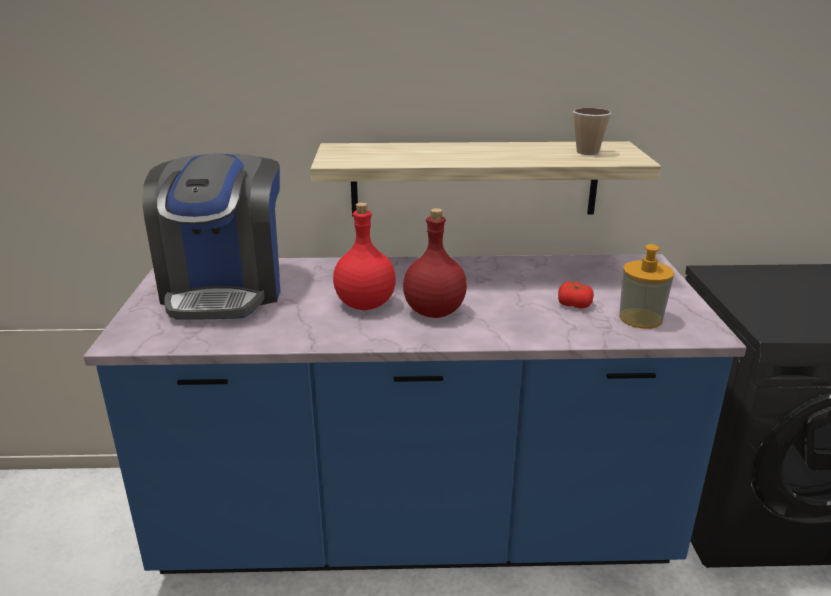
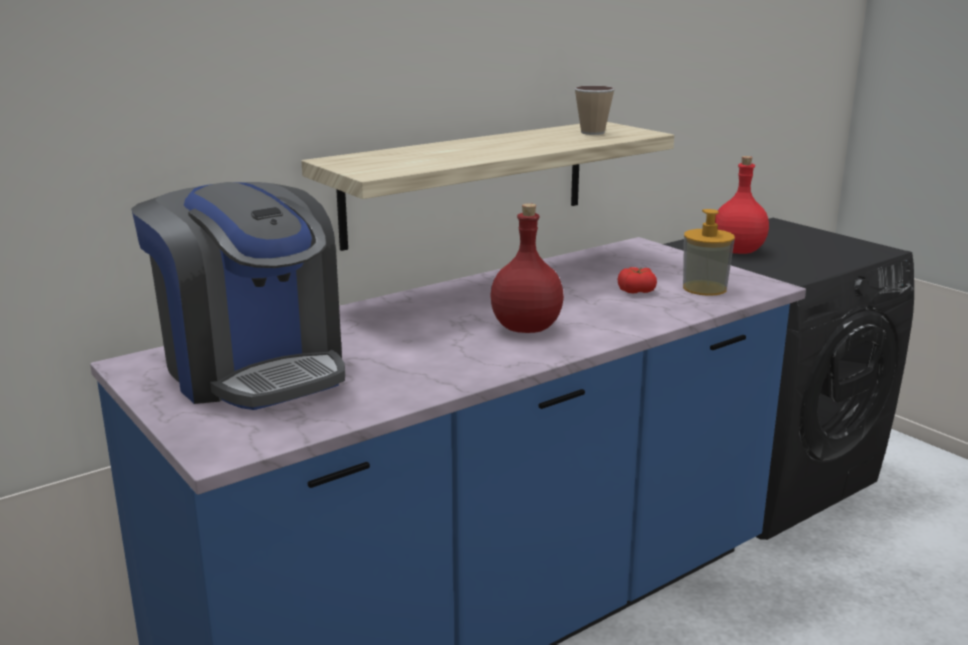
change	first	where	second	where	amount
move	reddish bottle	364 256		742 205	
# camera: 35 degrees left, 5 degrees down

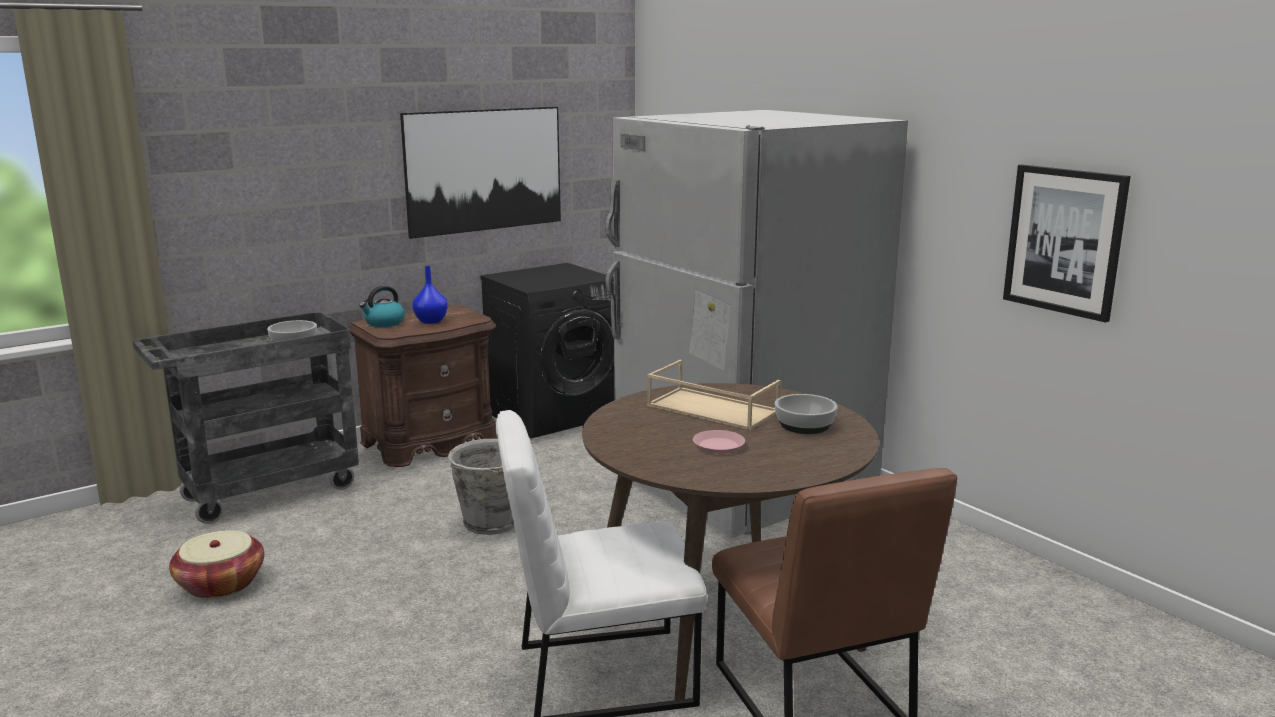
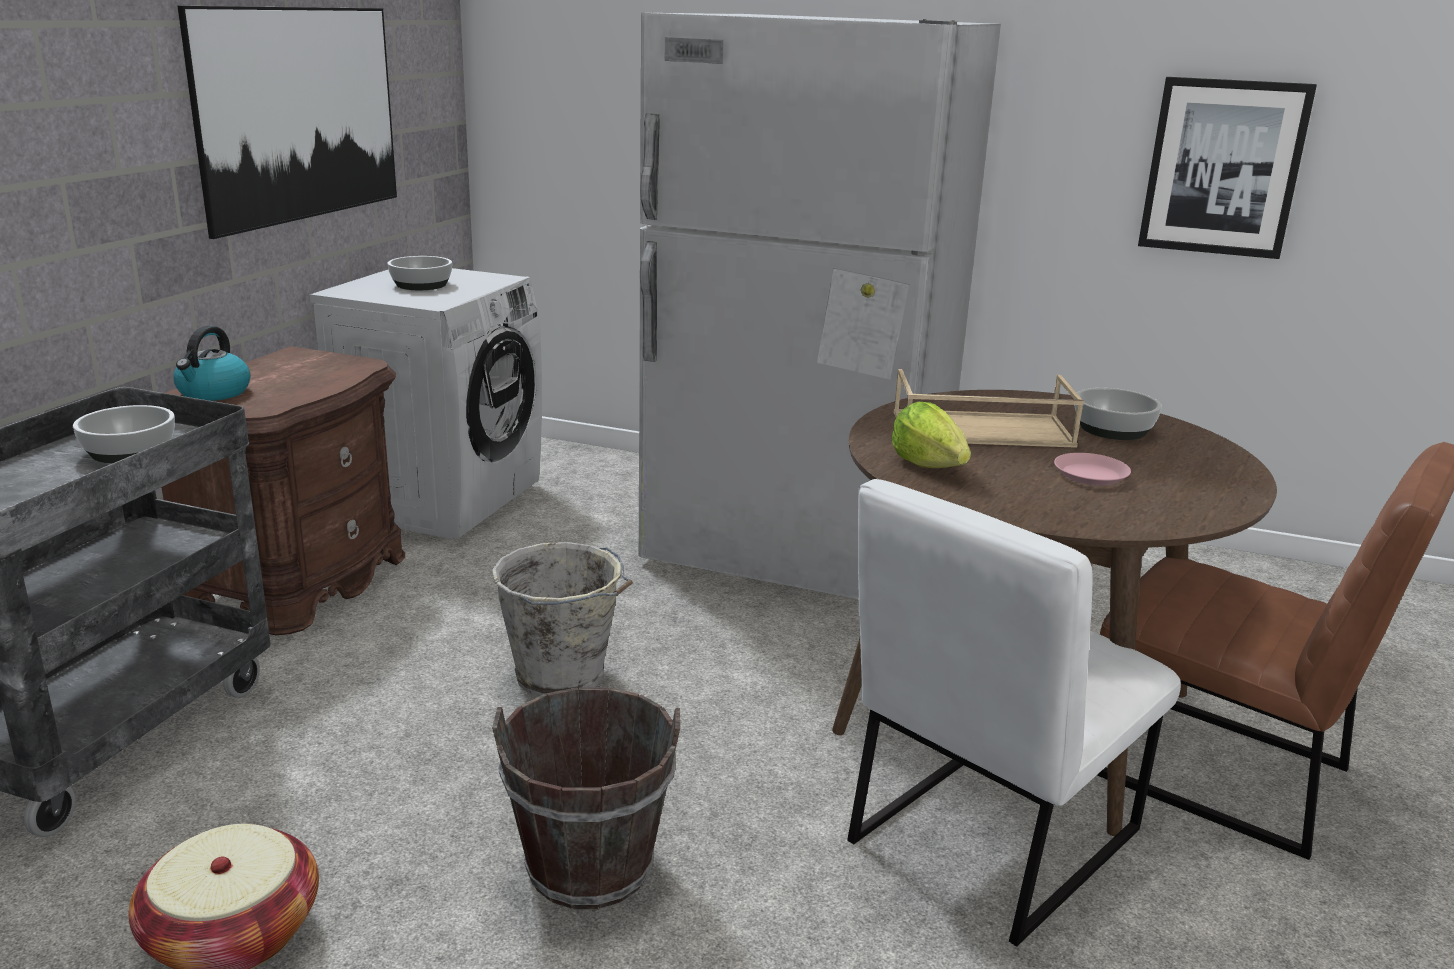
change	first	where	second	where	amount
delete	blue vase	430 295			
insert			bowl	419 273	
insert			brown bucket	586 798	
insert			lettuce head	931 435	
recolor	black laundry appliance	547 351	whitish laundry appliance	426 403	
# camera: 35 degrees left, 5 degrees up

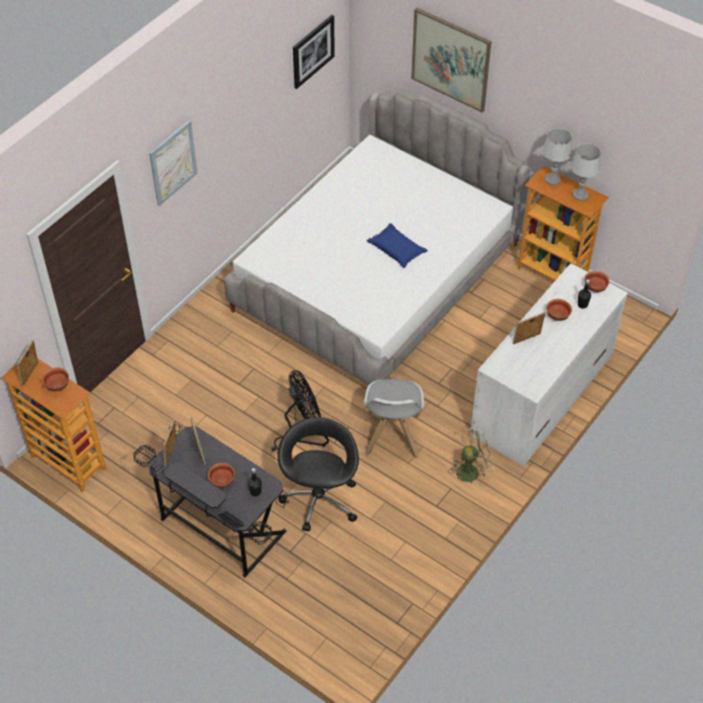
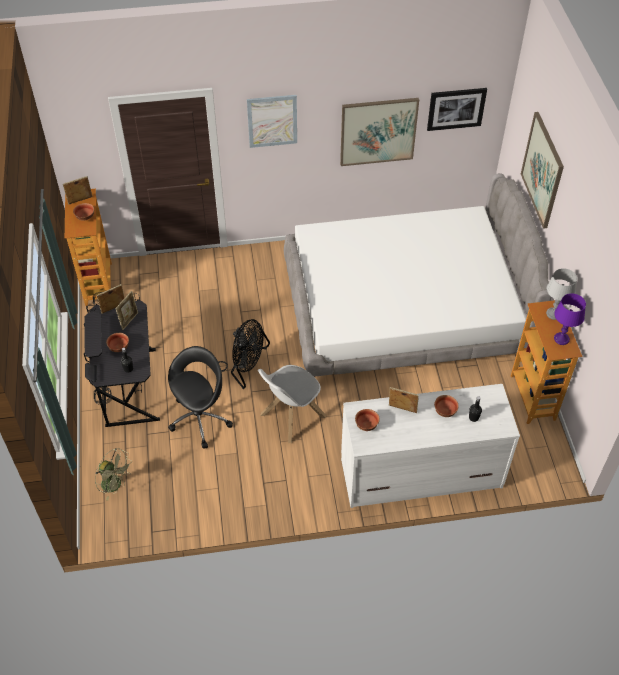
change	first	where	second	where	amount
delete	blue cushion	397 245			
insert			wall art	379 132	
move	green-coloured fan	471 456		113 474	
move	bowl	597 281		367 420	
recolor	gray lamp for a table	586 172	purple-coloured lamp for a table	570 319	
# camera: 45 degrees right, 0 degrees up

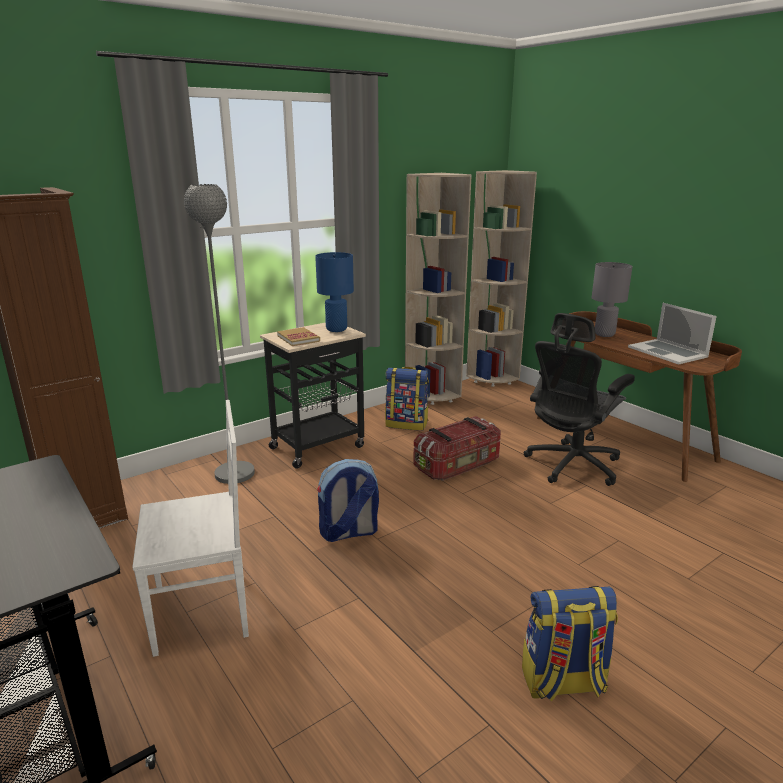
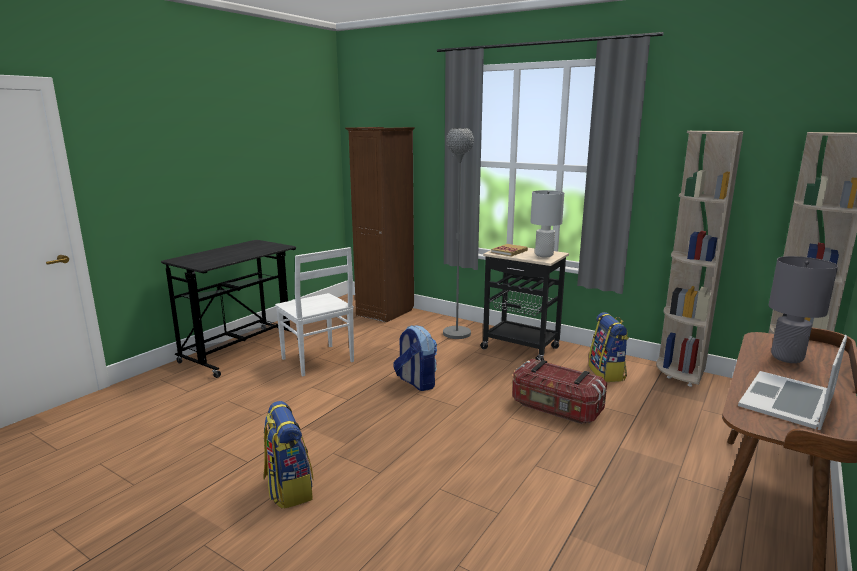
change	first	where	second	where	amount
delete	computer chair	579 399			
recolor	blue lamp for a table	334 292	gray lamp for a table	547 224	
# camera: 70 degrees right, 5 degrees down

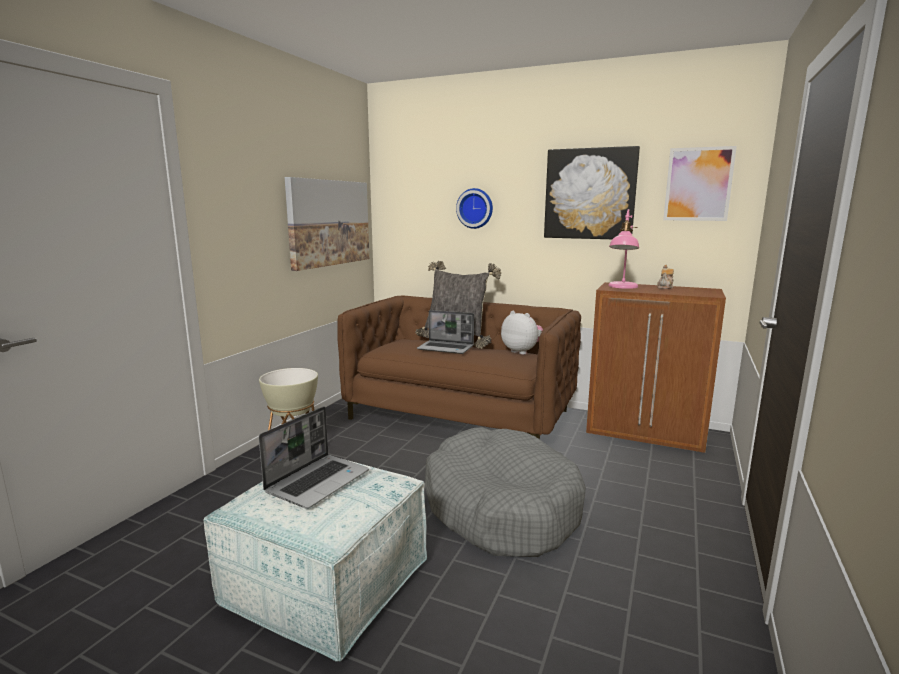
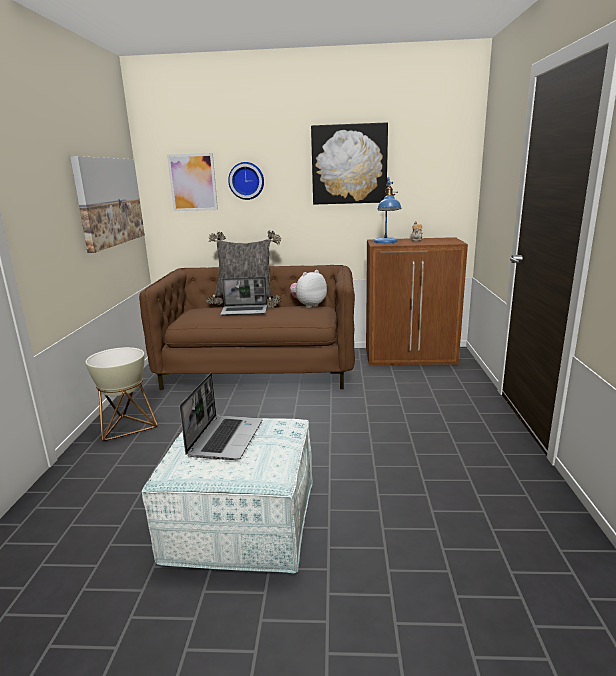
change	first	where	second	where	amount
delete	gray dog bed	505 492			
move	wall art	700 183		192 182	
recolor	pink lamp for a table	623 249	blue lamp for a table	387 210	
rotate	plush toy	522 333		308 289	60 degrees counterclockwise
# camera: 20 degrees left, 5 degrees up

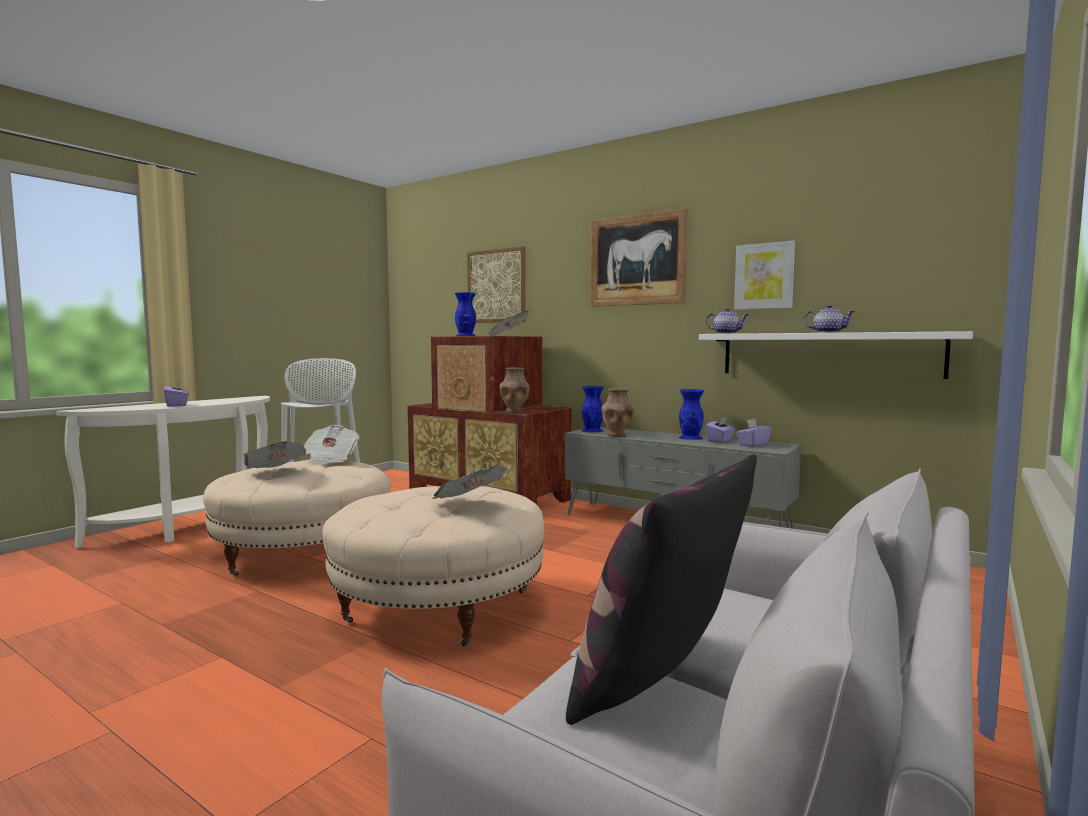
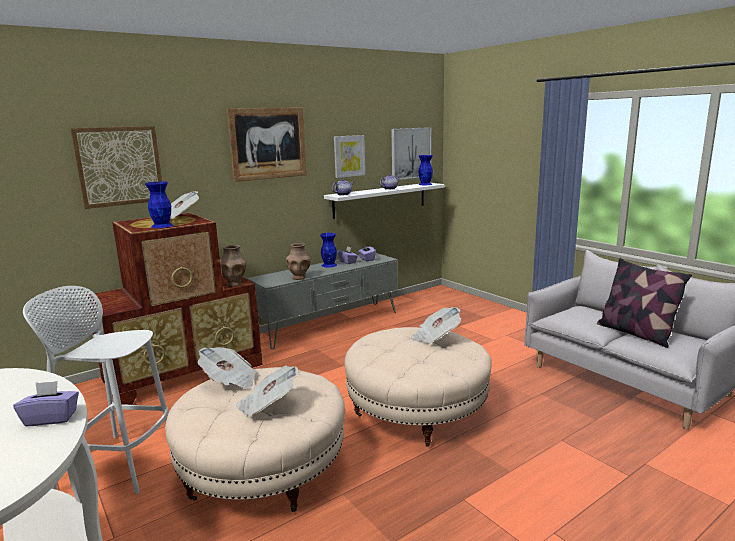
change	first	where	second	where	amount
insert			wall art	411 153	
move	blue vase	593 409		425 170	
# camera: 70 degrees left, 10 degrees up

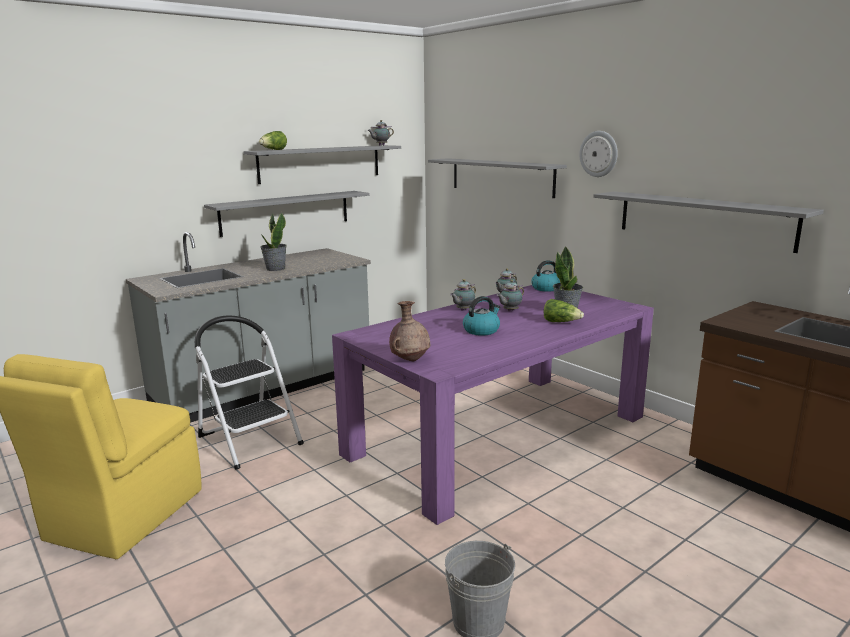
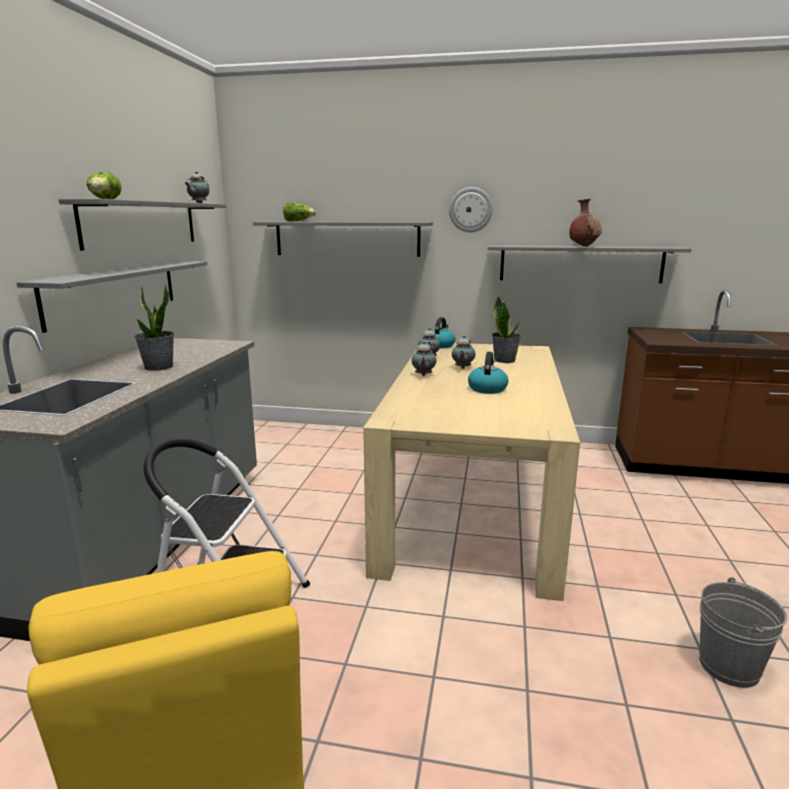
change	first	where	second	where	amount
move	brown vase	409 331		585 223	
move	lettuce head	564 310		299 212	
recolor	purple-coloured dining table	493 405	sand-coloured dining table	471 472	
# camera: 40 degrees left, 0 degrees up

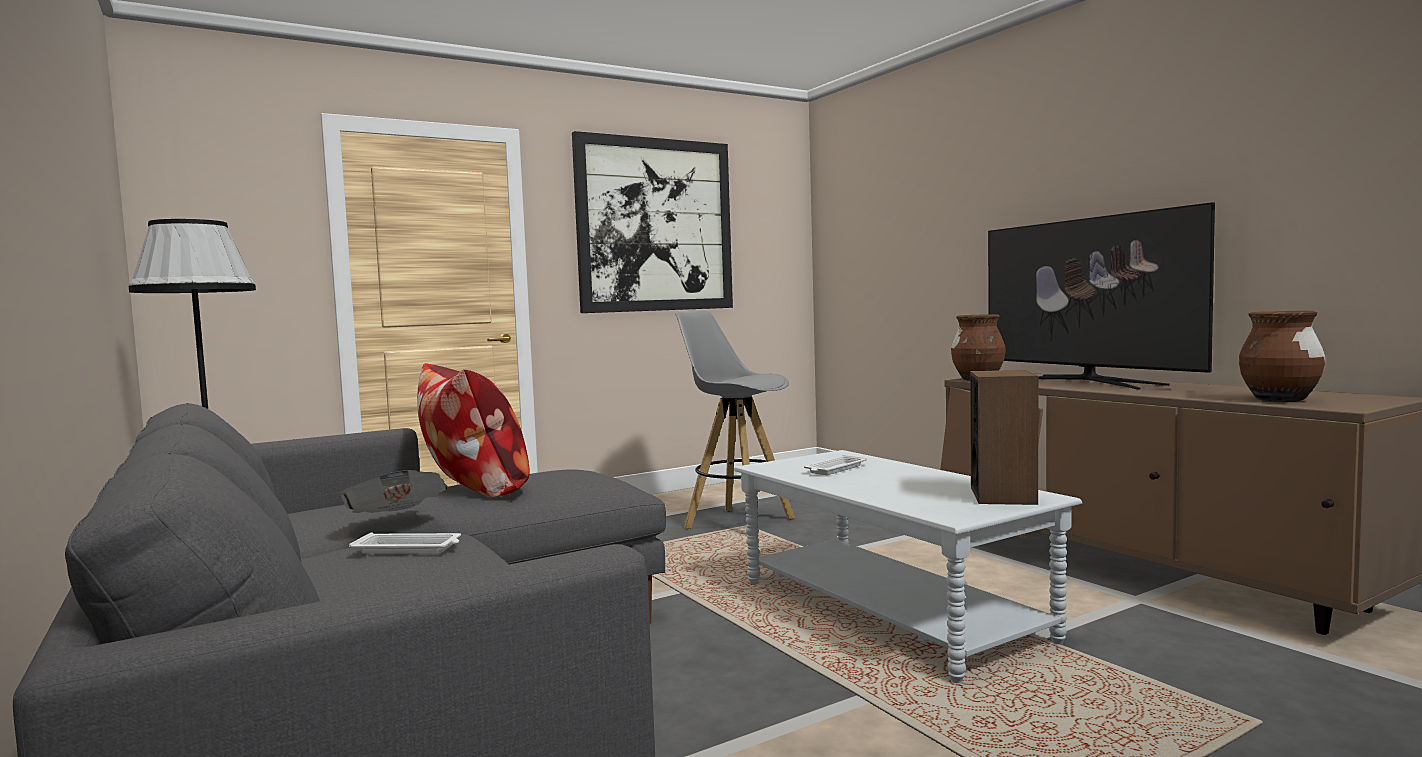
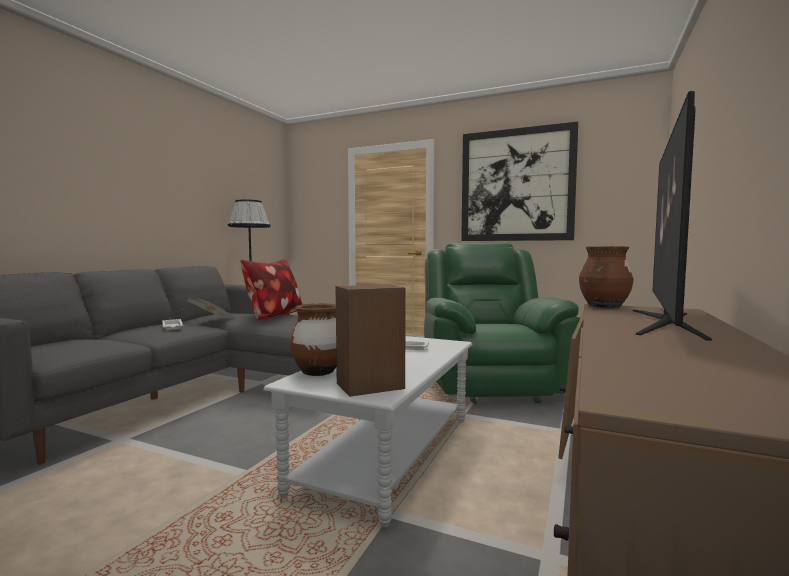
change	first	where	second	where	amount
move	brown vase	1282 356		313 339	
replace	gray sitting stool	735 419	green-coloured lounge chair	502 323	
# camera: 55 degrees right, 0 degrees up

